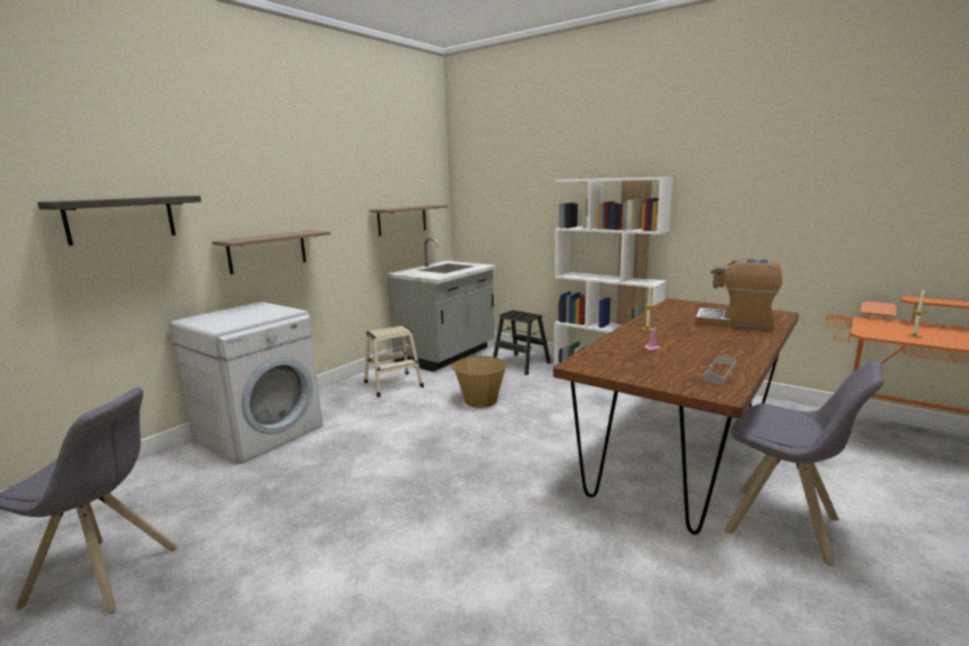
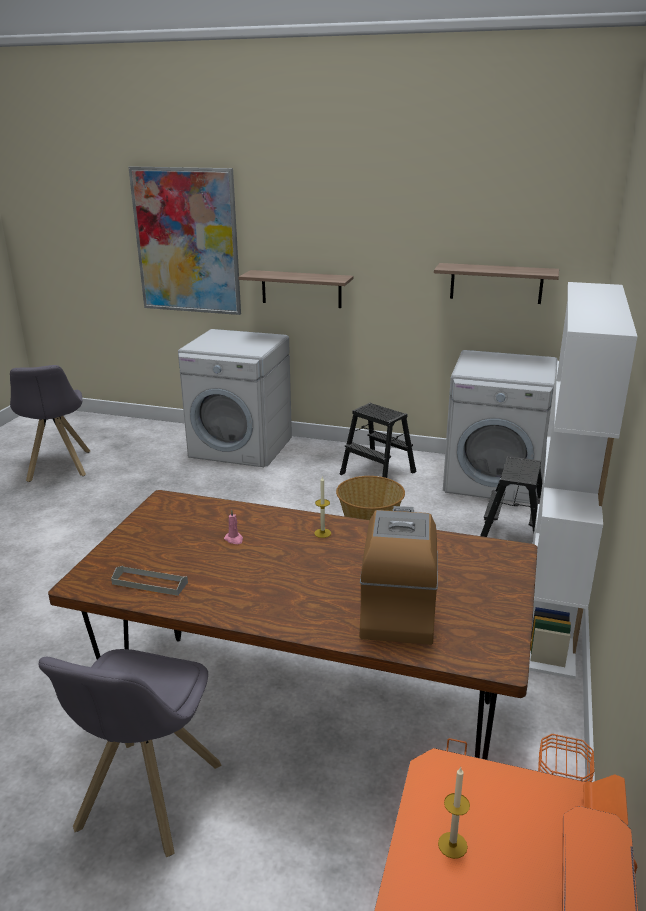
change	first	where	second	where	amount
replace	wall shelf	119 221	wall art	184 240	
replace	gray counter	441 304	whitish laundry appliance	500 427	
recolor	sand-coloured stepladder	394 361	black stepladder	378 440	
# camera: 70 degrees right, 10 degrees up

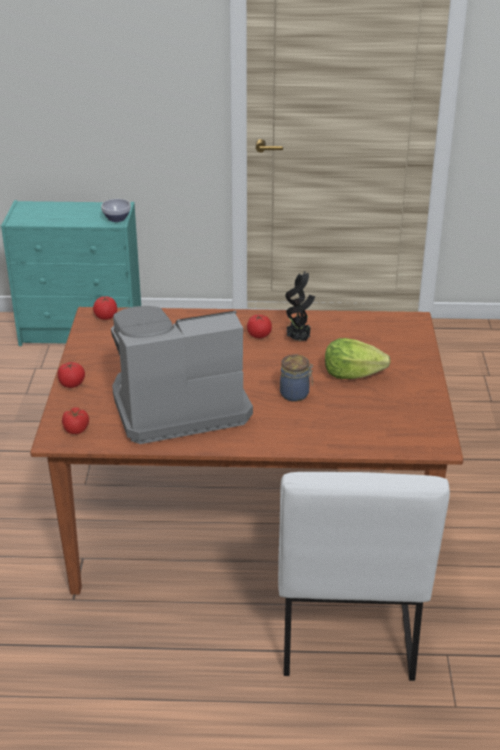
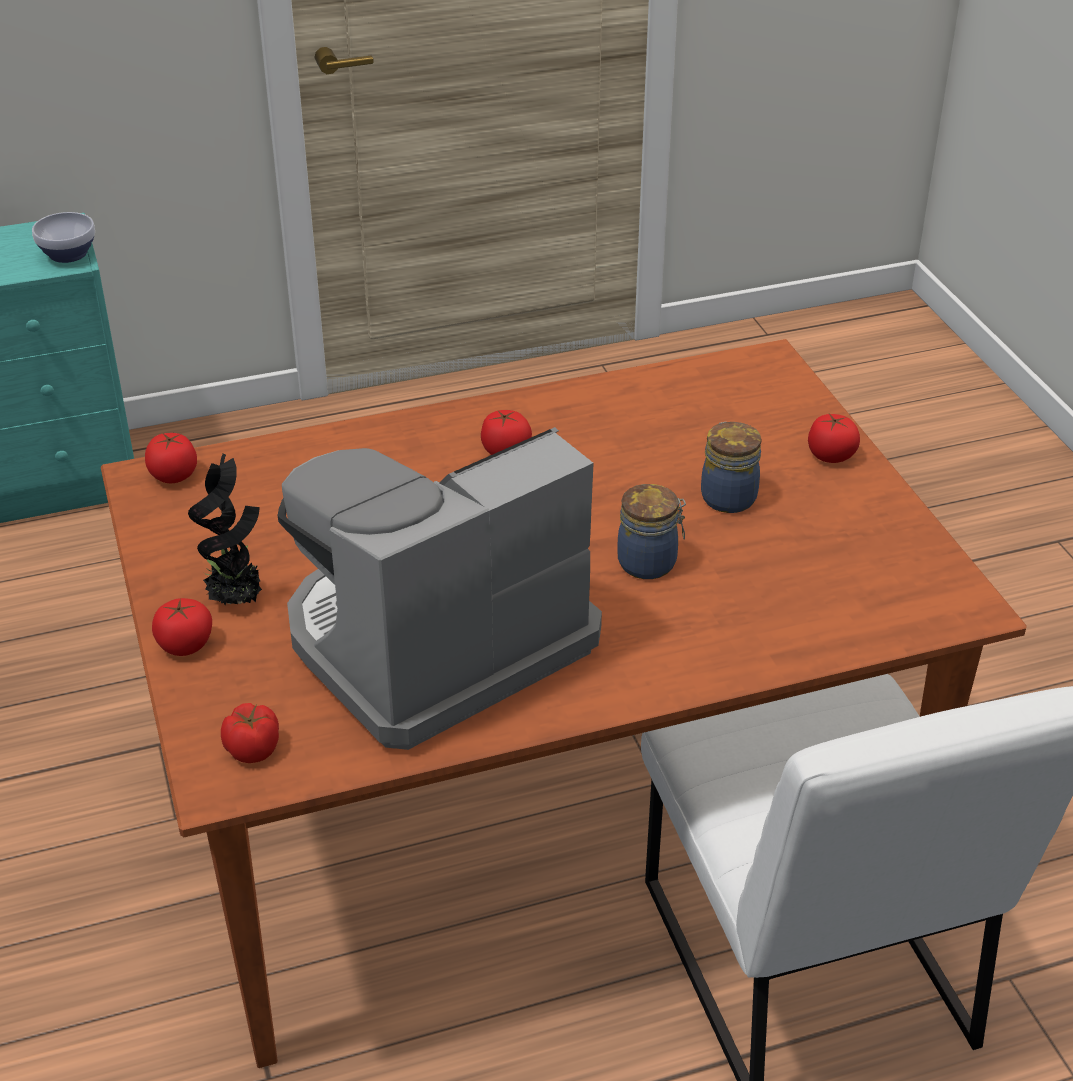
change	first	where	second	where	amount
insert			whole tomato	834 438	
move	plant in a pot	300 306		225 529	
replace	lettuce head	358 358	jar	731 467	
# camera: 20 degrees left, 5 degrees up

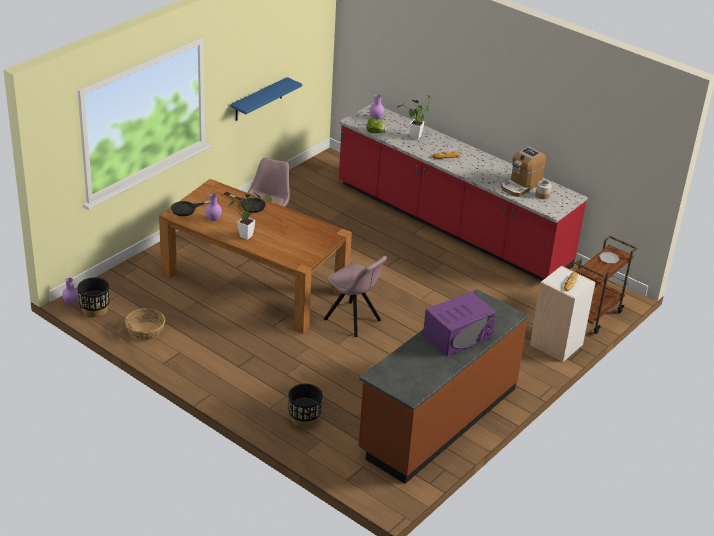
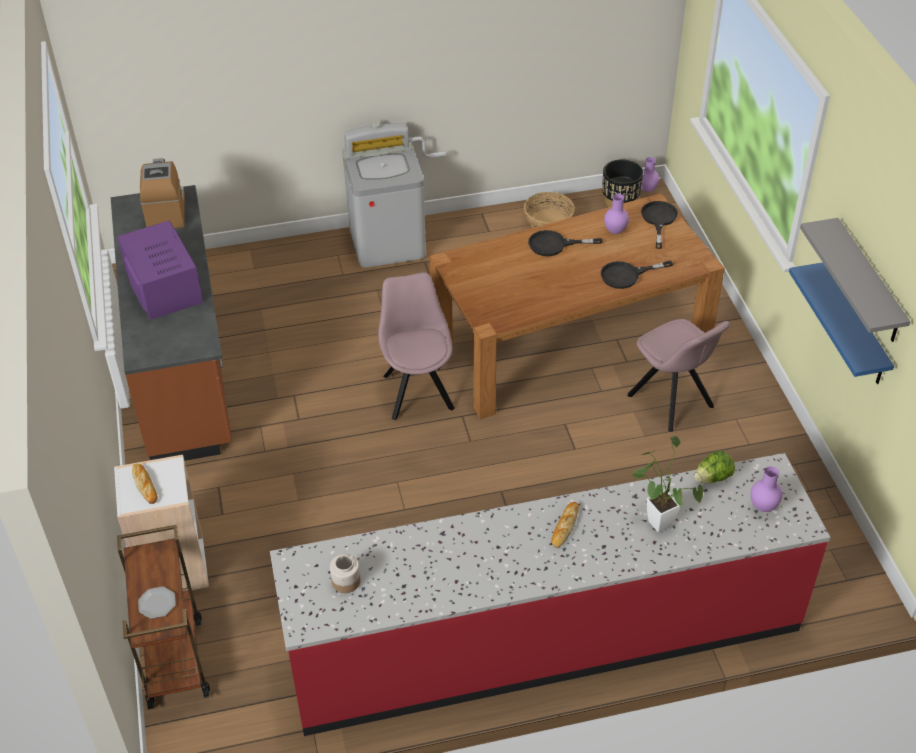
change	first	where	second	where	amount
delete	black plant pot	305 406			
insert			gray laundry appliance	394 194	
insert			gray wall shelf	855 280	
move	coffee machine	523 172		162 193	
replace	plant in a pot	250 216	black skillet	565 243	
rotate	pink upright chair	355 296		416 346	90 degrees clockwise
rotate	purple-coloured kitchen microwave	459 323		160 270	150 degrees clockwise
# camera: 130 degrees right, 10 degrees up

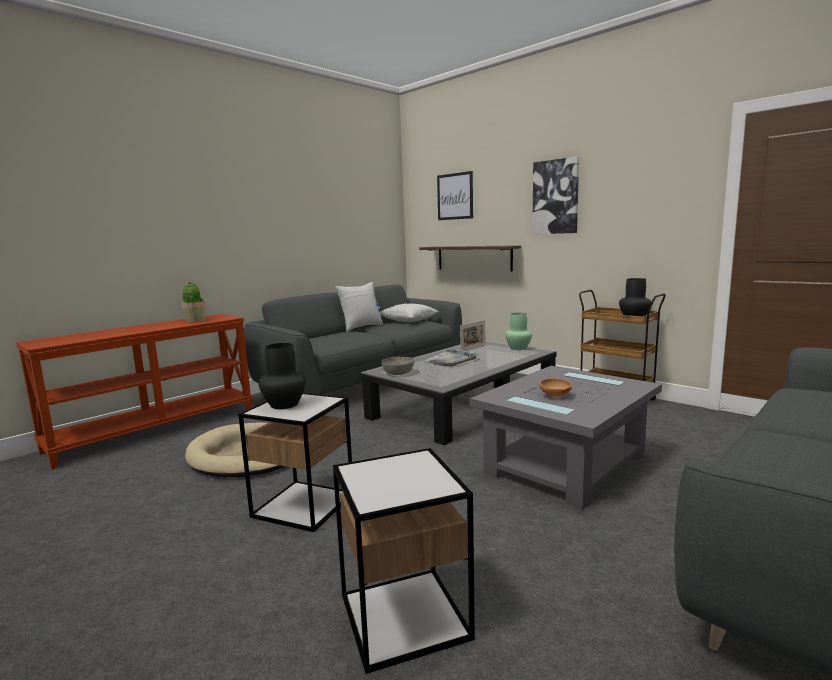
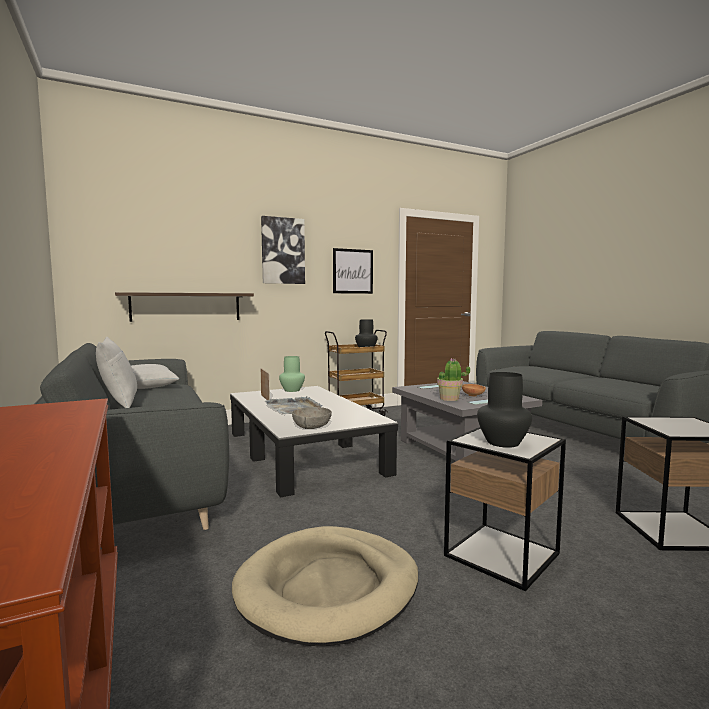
change	first	where	second	where	amount
move	plant in a pot	194 302		453 379	
move	wall art	455 195		353 271	
# camera: 70 degrees left, 5 degrees down

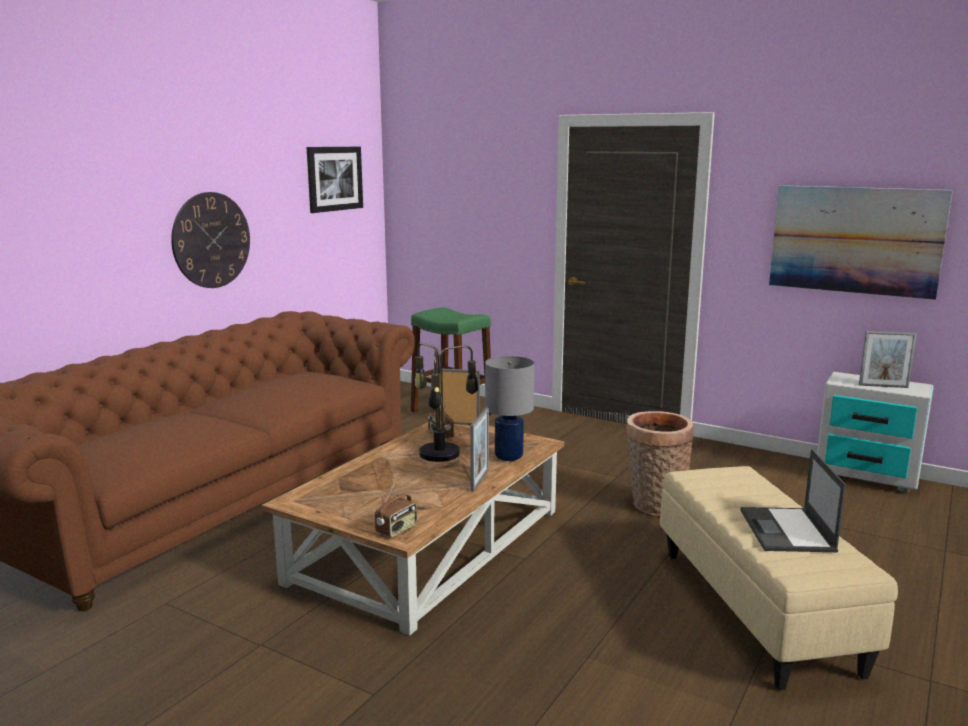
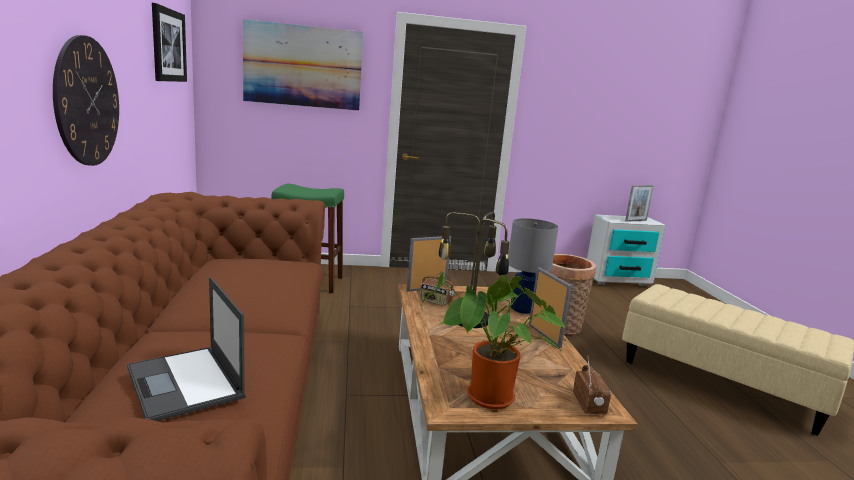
change	first	where	second	where	amount
insert			plant in a pot	493 340	
move	portable computer	793 500		186 349	
move	wall art	861 242		303 65	
# camera: 40 degrees left, 0 degrees up

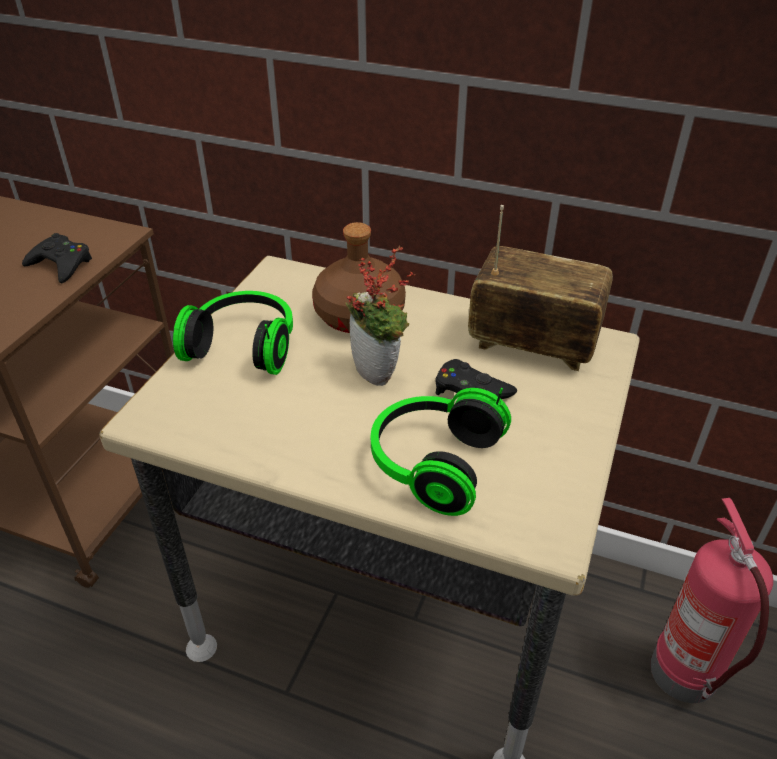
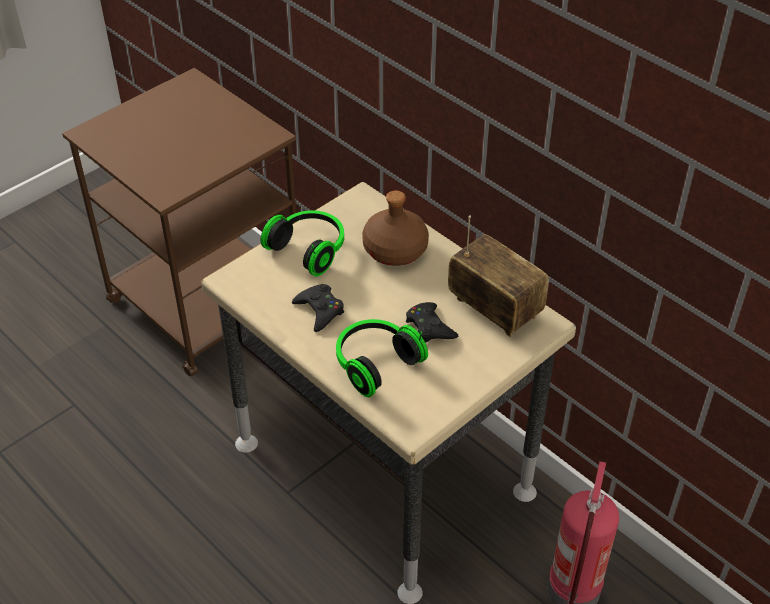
change	first	where	second	where	amount
delete	plant in a pot	380 315			
move	black game controller	57 258		318 308	
# camera: 25 degrees right, 5 degrees up

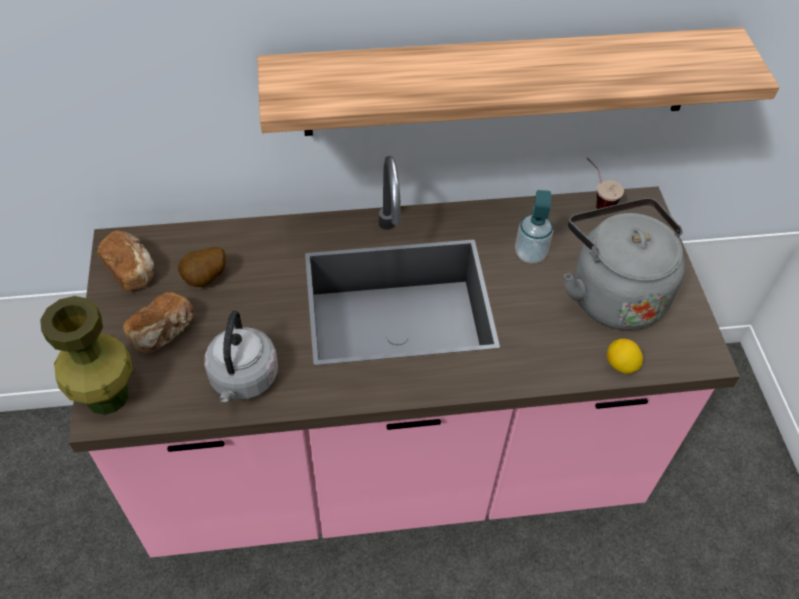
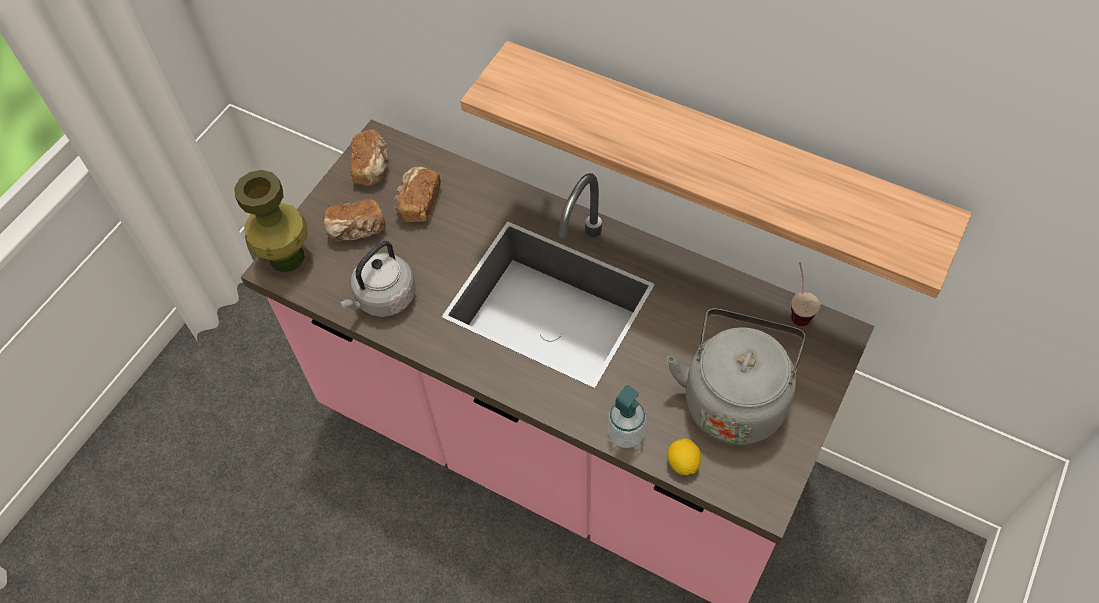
change	first	where	second	where	amount
move	soap bottle	534 227		627 416	
replace	potato	202 267	bread	417 194	
# camera: 40 degrees right, 5 degrees up

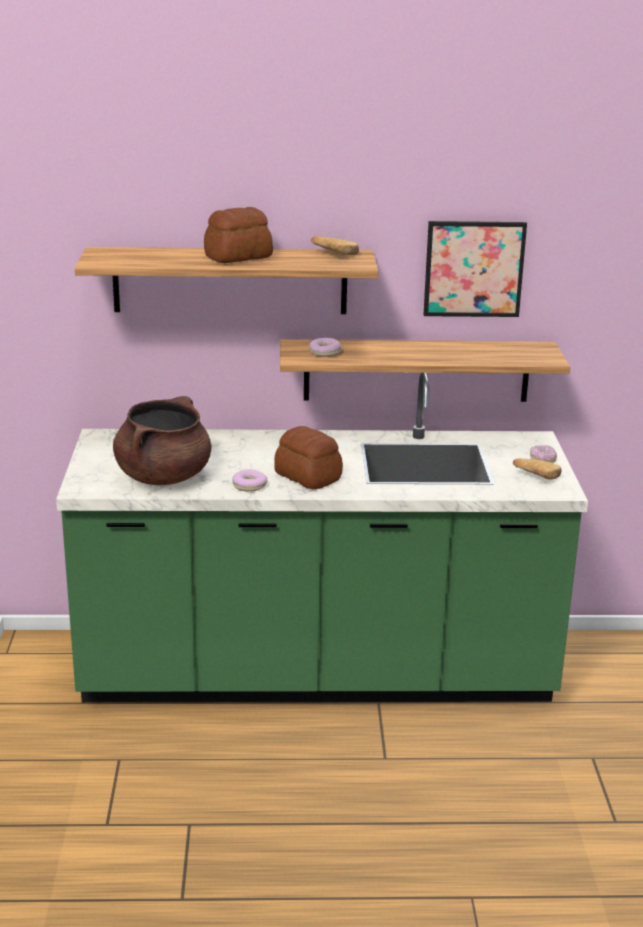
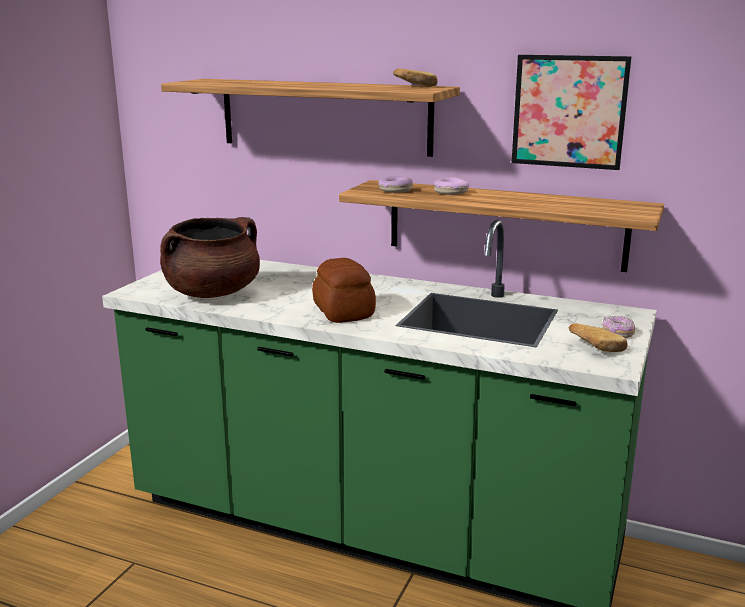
change	first	where	second	where	amount
delete	bread	238 235			
move	ring doughnut	249 480		451 186	
# camera: 25 degrees right, 5 degrees down

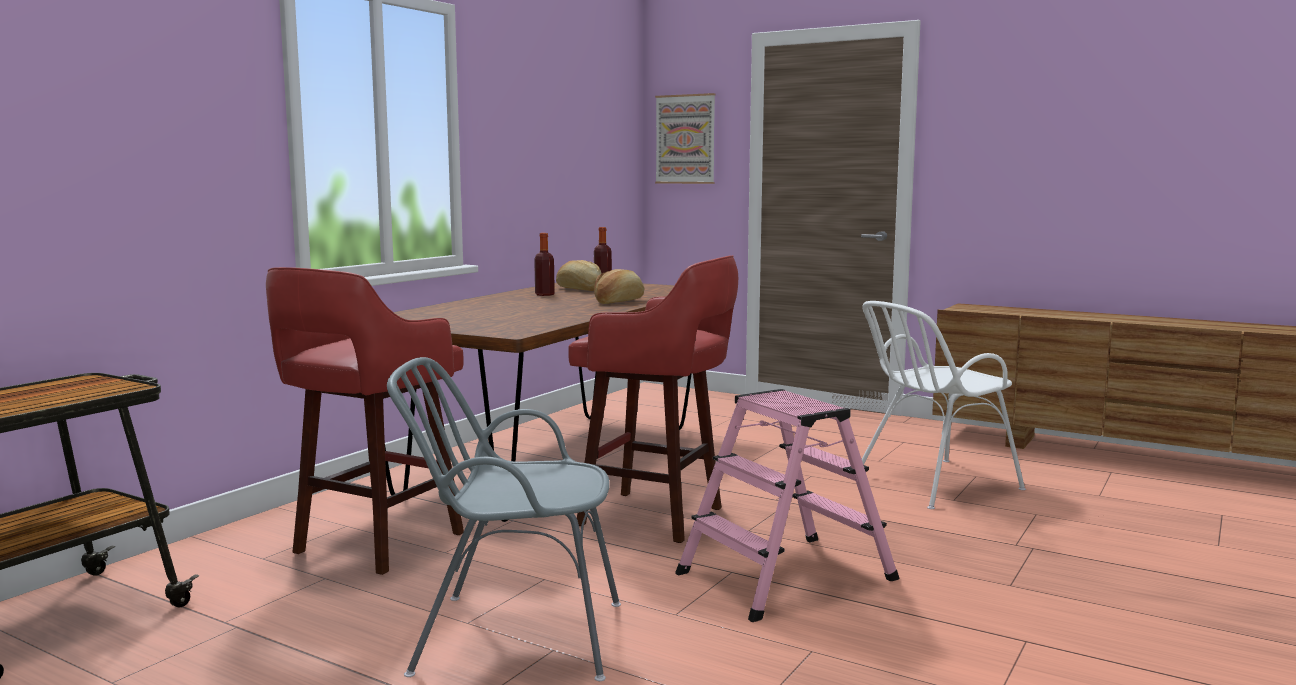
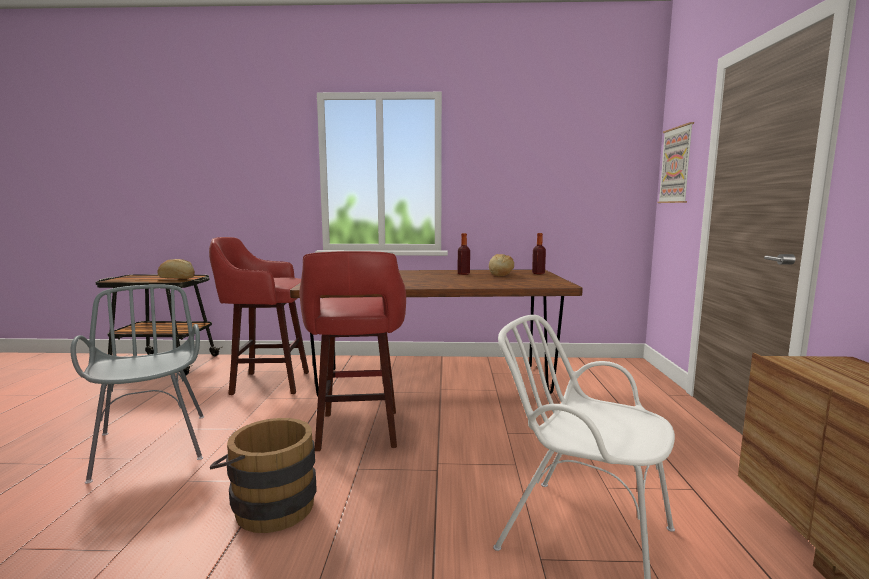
change	first	where	second	where	amount
move	bread	619 286		176 269	
replace	pink stepladder	787 505	brown bucket	263 475	
# camera: 60 degrees right, 0 degrees up

